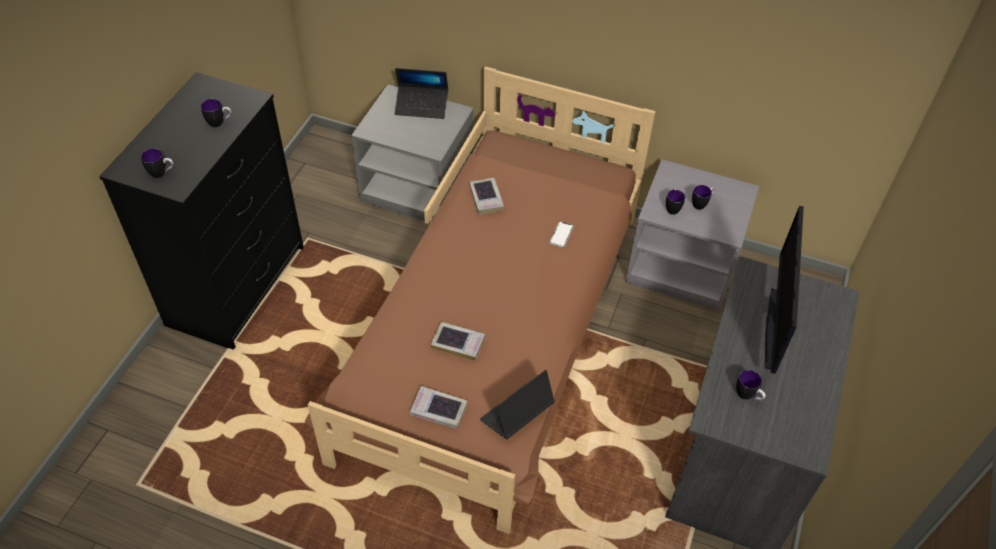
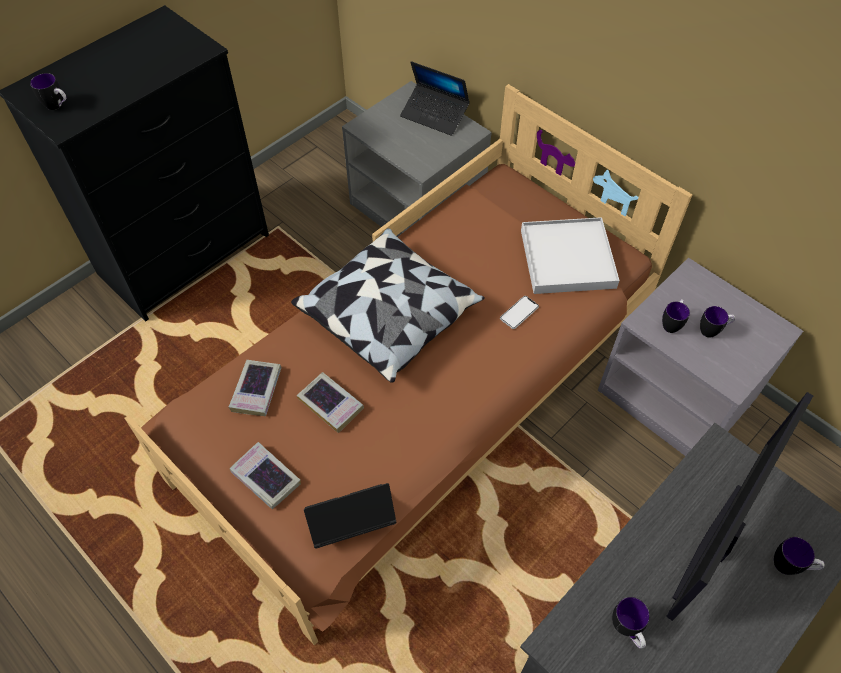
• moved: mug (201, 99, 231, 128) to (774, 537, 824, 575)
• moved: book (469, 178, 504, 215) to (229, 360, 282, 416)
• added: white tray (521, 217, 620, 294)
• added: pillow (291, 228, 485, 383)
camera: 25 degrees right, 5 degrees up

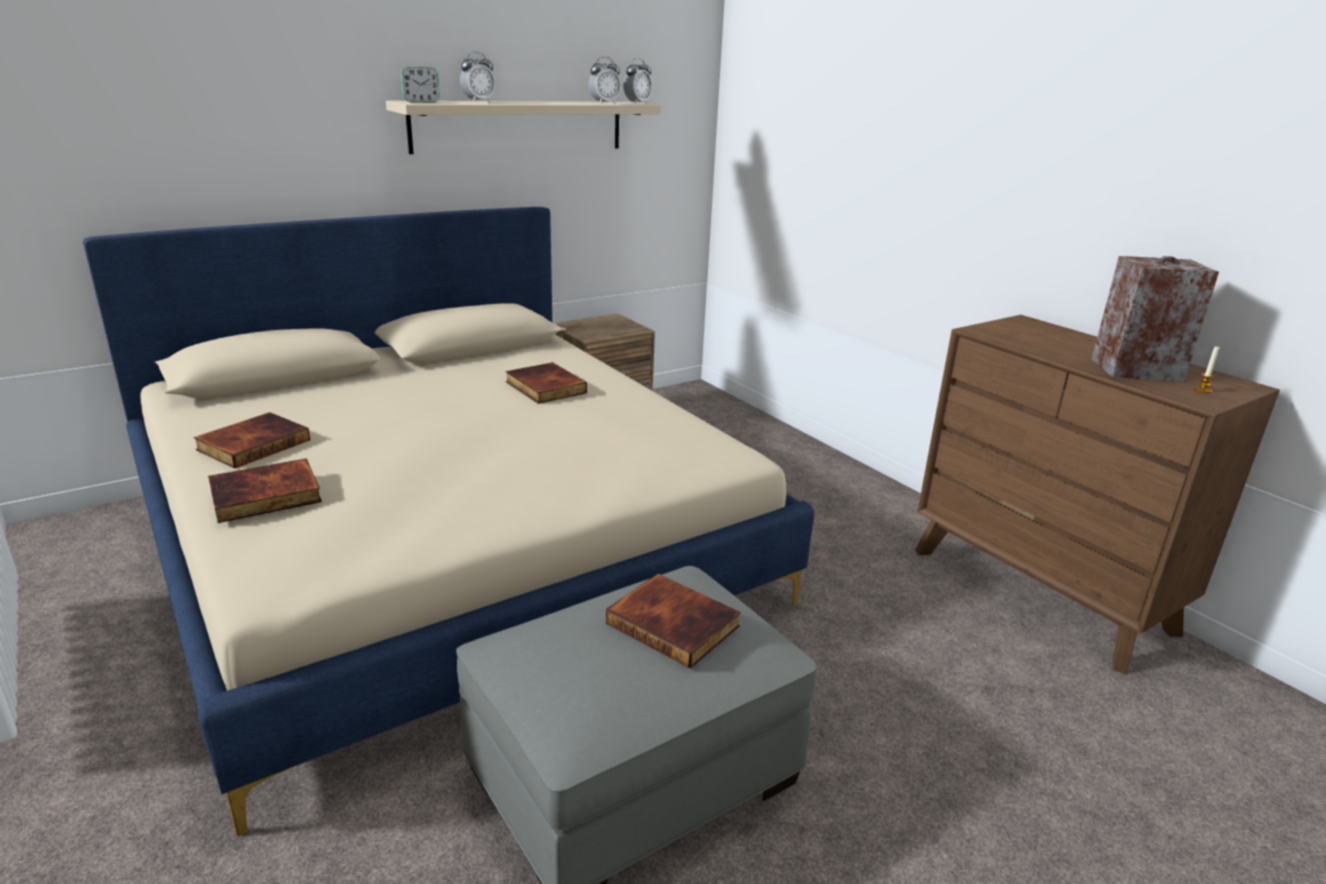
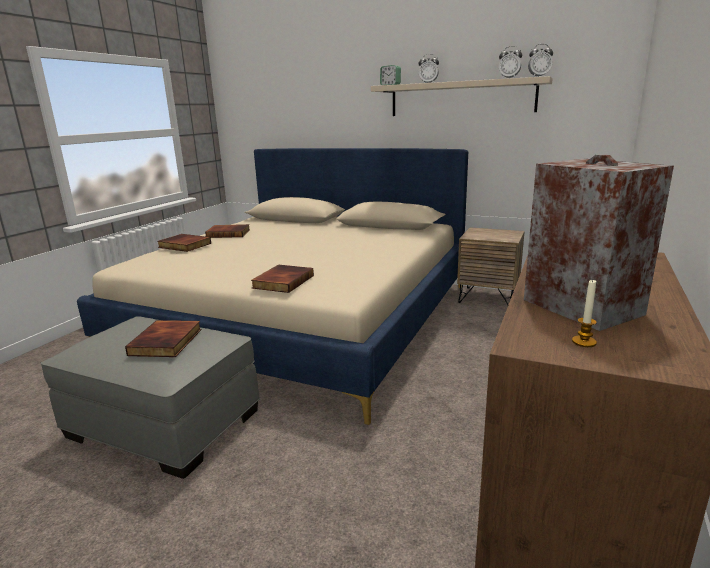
• moved: book (506, 362, 587, 404) to (251, 265, 314, 293)
camera: 60 degrees right, 5 degrees down

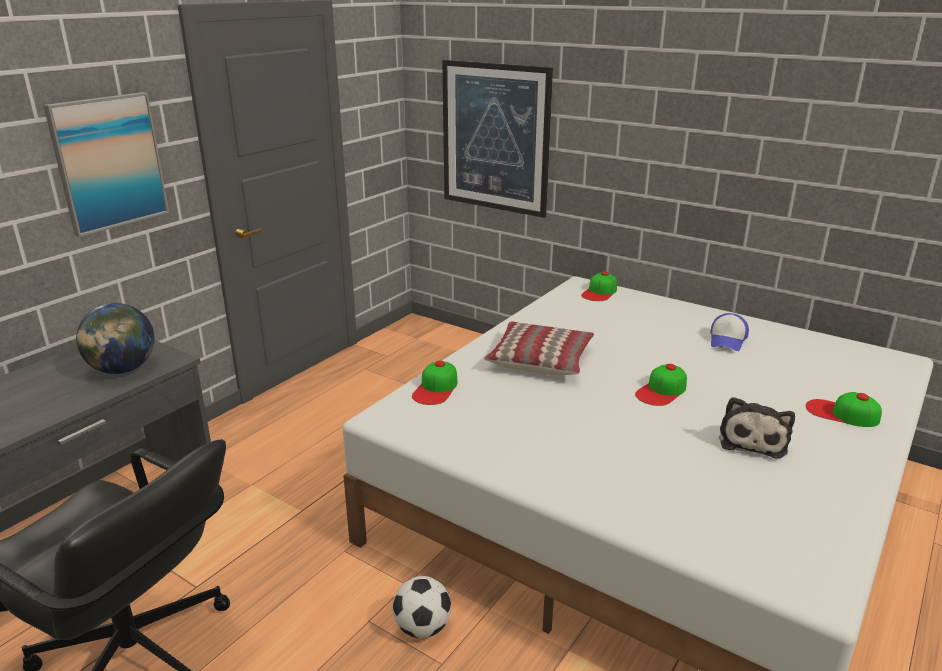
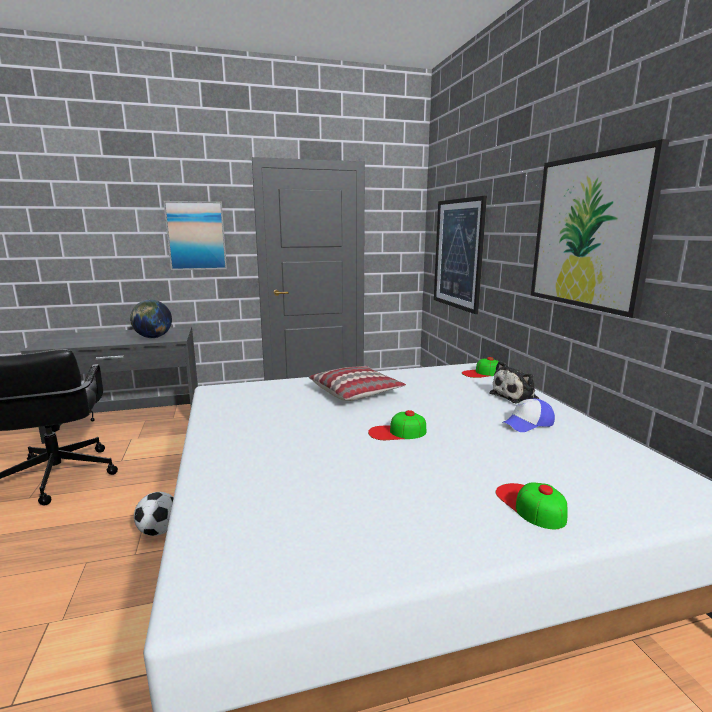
• removed: cap (412, 360, 458, 405)
• moved: plush toy (719, 397, 795, 458) to (489, 361, 539, 403)
• added: picture (531, 139, 669, 318)
camera: 40 degrees right, 10 degrees down

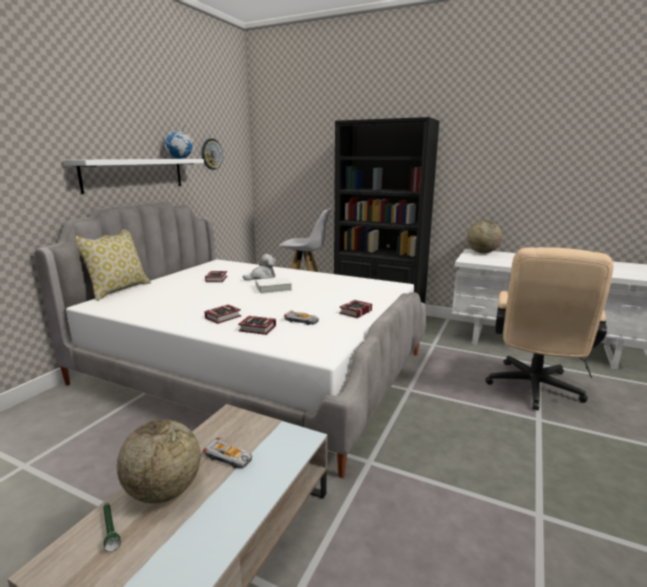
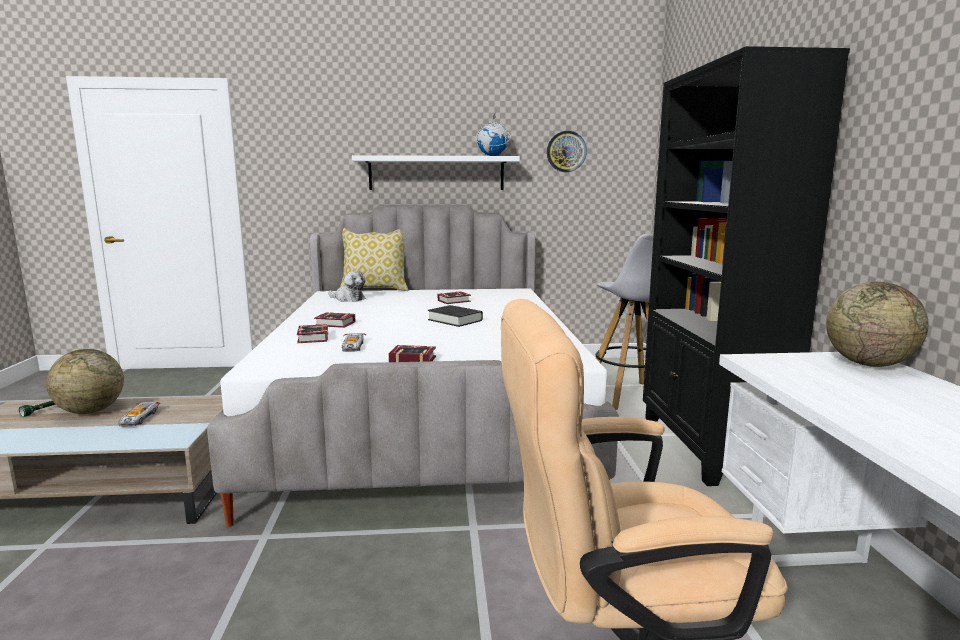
• moved: plush toy (243, 254, 276, 280) to (328, 271, 366, 302)
• recoloured: white book (255, 277, 292, 294) to black book (428, 305, 483, 327)
camera: 60 degrees right, 5 degrees down

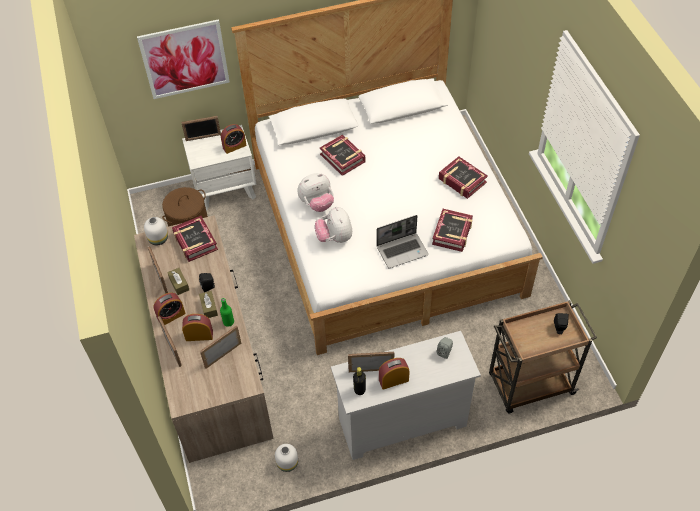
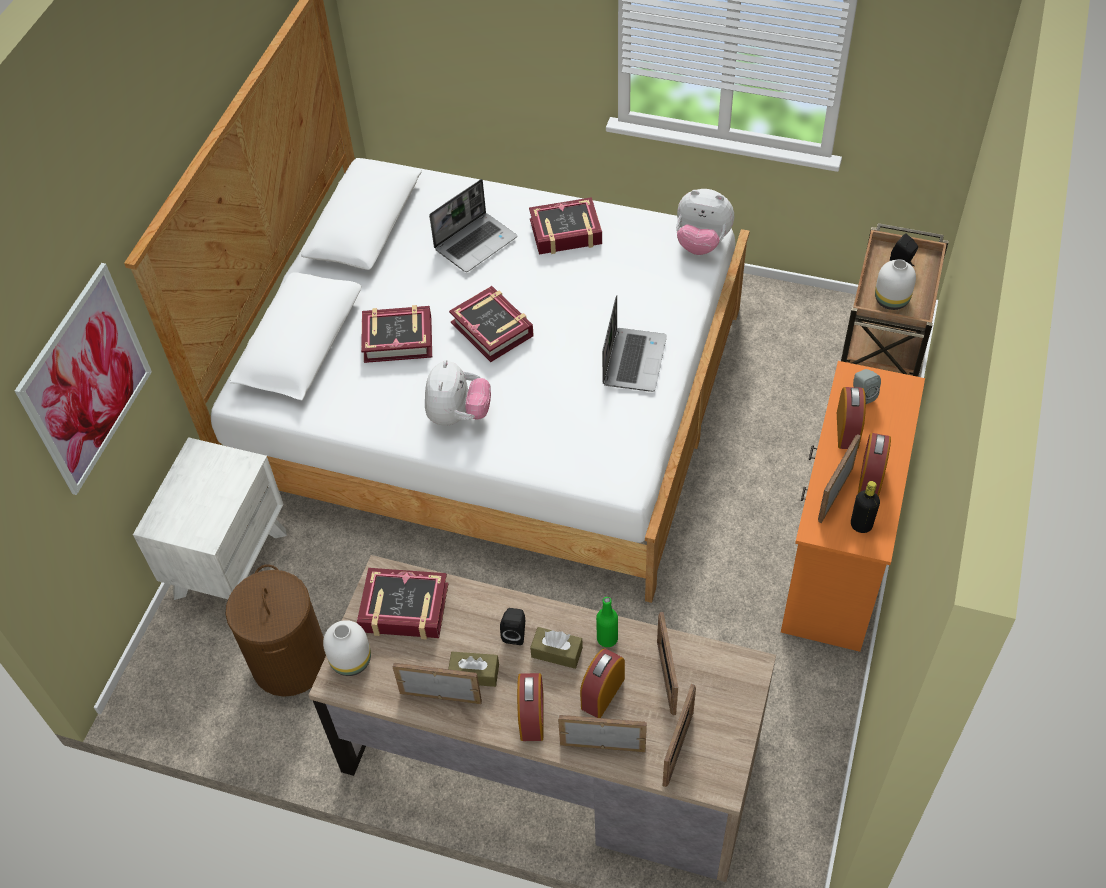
• moved: picture frame (181, 116, 221, 141) to (662, 683, 696, 787)
• moved: alarm clock (221, 124, 247, 154) to (837, 387, 866, 449)
• moved: plush toy (315, 207, 352, 243) to (676, 189, 734, 255)
• moved: book (432, 209, 473, 252) to (449, 286, 534, 362)
• recoloured: white dresser (331, 331, 481, 460) to orange dresser (781, 361, 925, 652)
• moved: white vase (275, 444, 298, 472) to (875, 259, 916, 310)
• added: laptop (429, 179, 517, 272)
camera: 55 degrees left, 0 degrees up

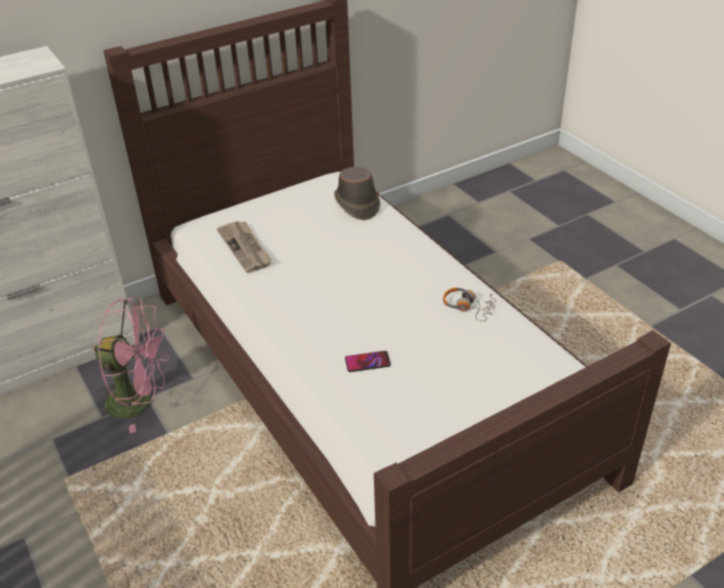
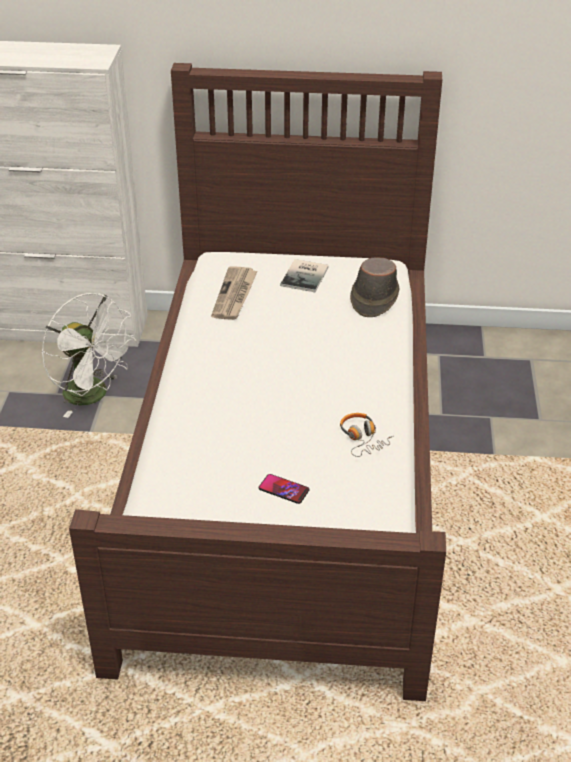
• recoloured: pink fan (94, 298, 169, 433) to white fan (41, 293, 137, 418)
• moved: phone (345, 351, 391, 372) to (259, 474, 309, 504)
• added: book (280, 259, 328, 292)
camera: 35 degrees right, 0 degrees up

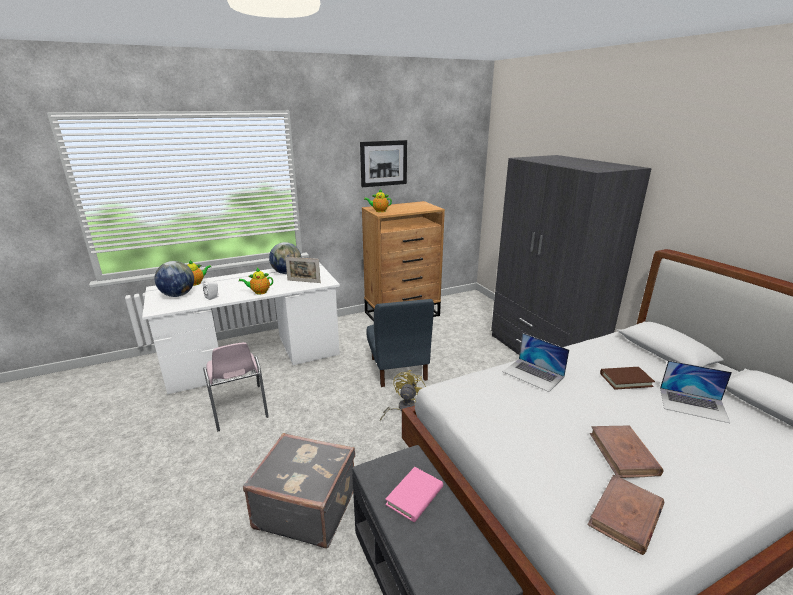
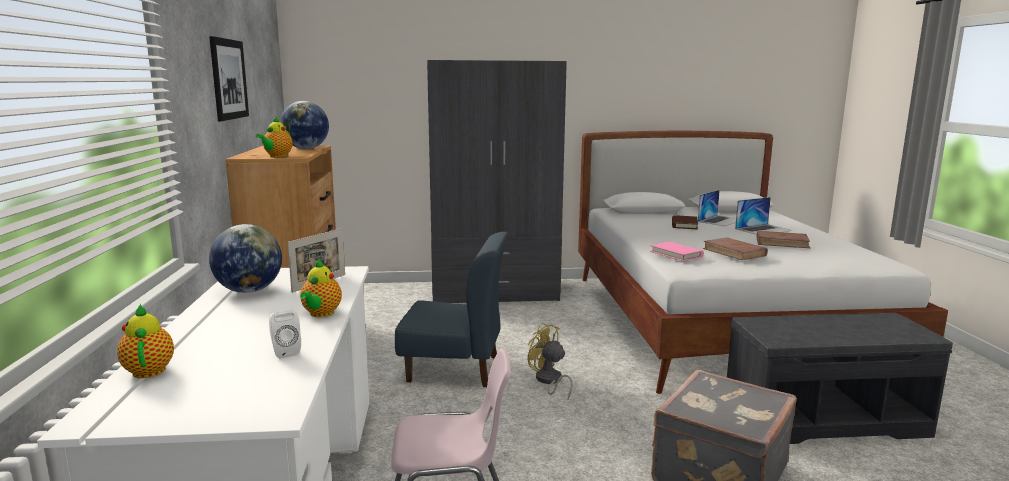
• moved: globe (155, 261, 194, 297) to (280, 101, 329, 149)
• moved: laptop (503, 333, 569, 392) to (735, 197, 792, 235)
• moved: pink book (385, 467, 443, 522) to (650, 242, 704, 261)
• moved: brown book (587, 474, 664, 555) to (703, 237, 768, 260)
camera: 70 degrees left, 10 degrees down

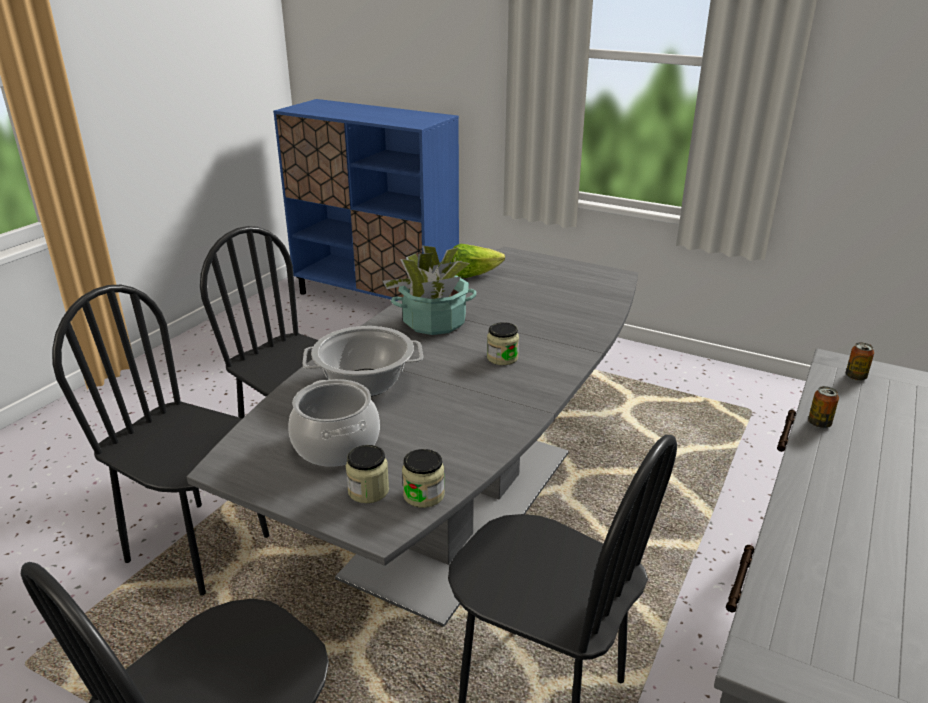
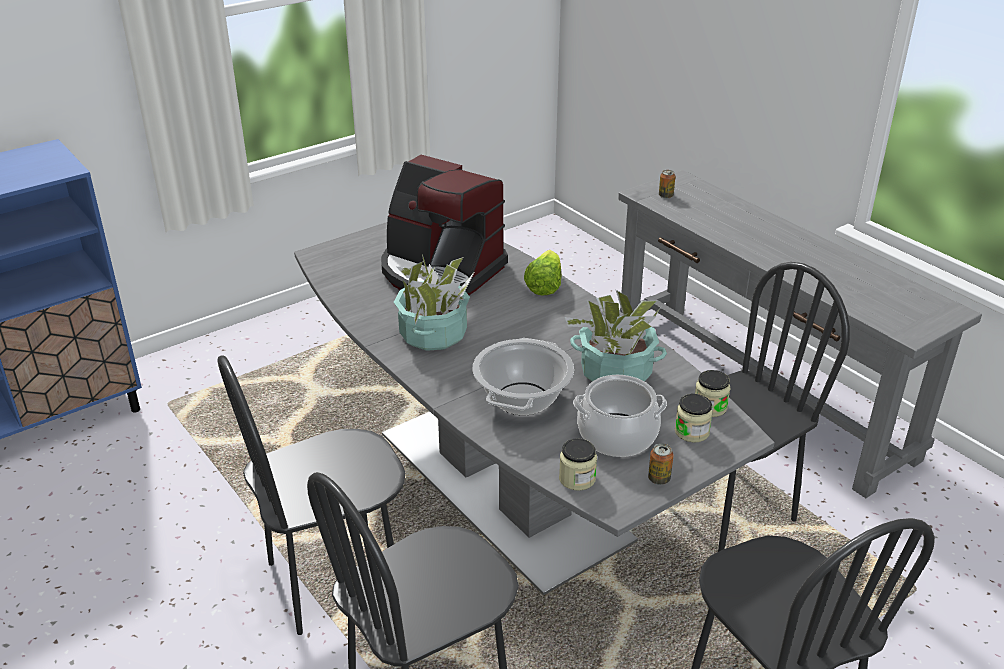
• moved: lettuce (451, 244, 505, 278) to (524, 250, 562, 296)
• moved: jar (487, 322, 519, 365) to (559, 438, 597, 491)
• moved: can (808, 386, 839, 428) to (648, 443, 674, 485)
• added: coffee machine (381, 155, 508, 295)
• added: potted plant (565, 290, 667, 381)
camera: 65 degrees left, 5 degrees up

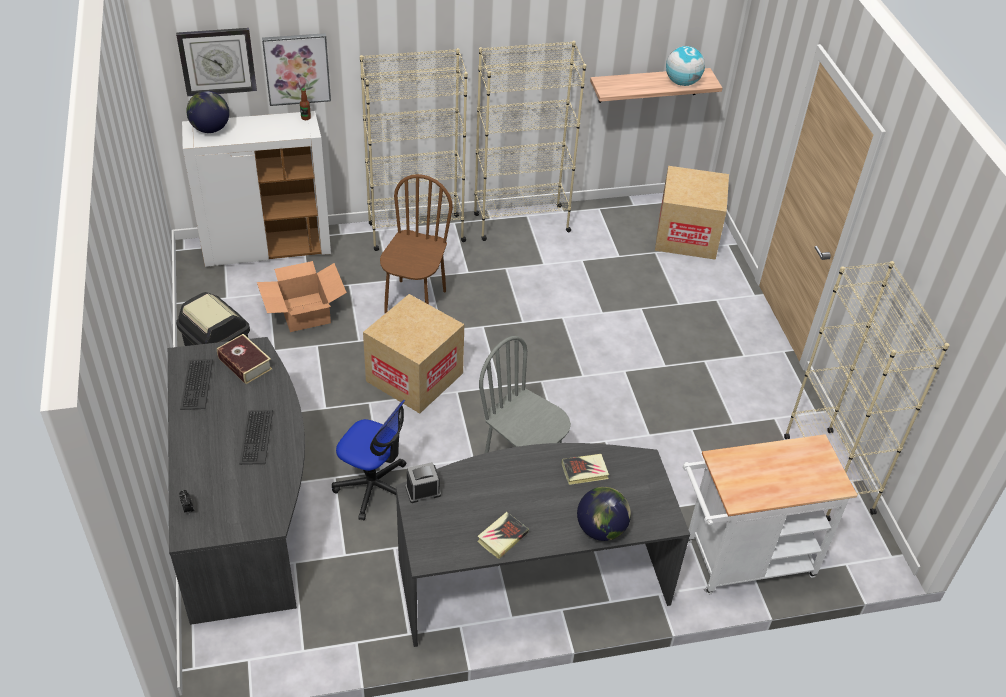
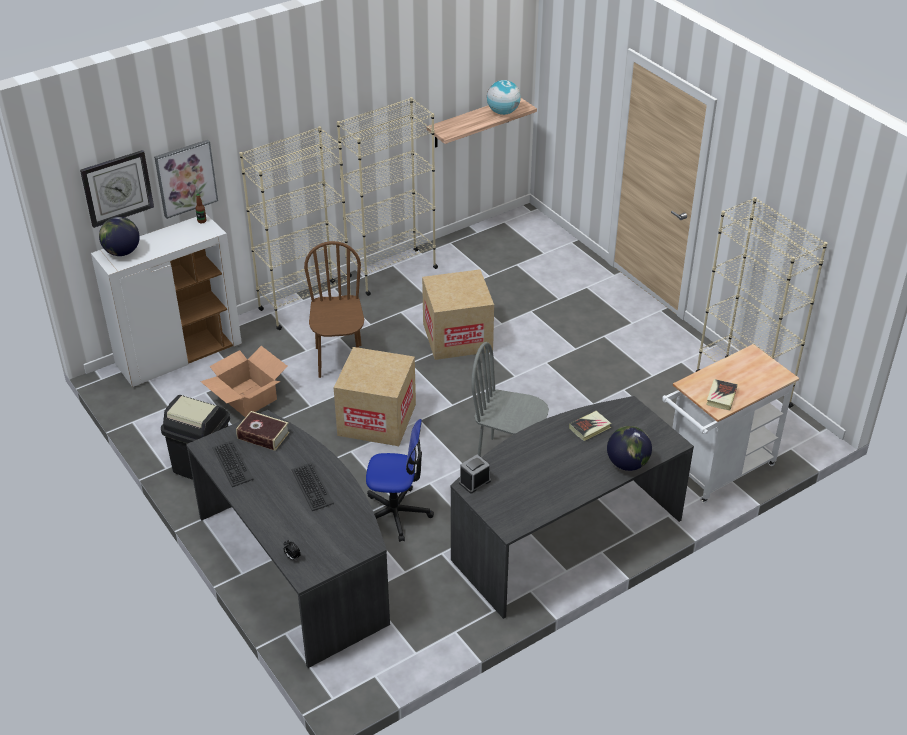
• moved: cardboard box (655, 166, 729, 260) to (422, 269, 494, 360)
• moved: book (477, 512, 529, 559) to (706, 379, 738, 410)
camera: 20 degrees left, 5 degrees down

